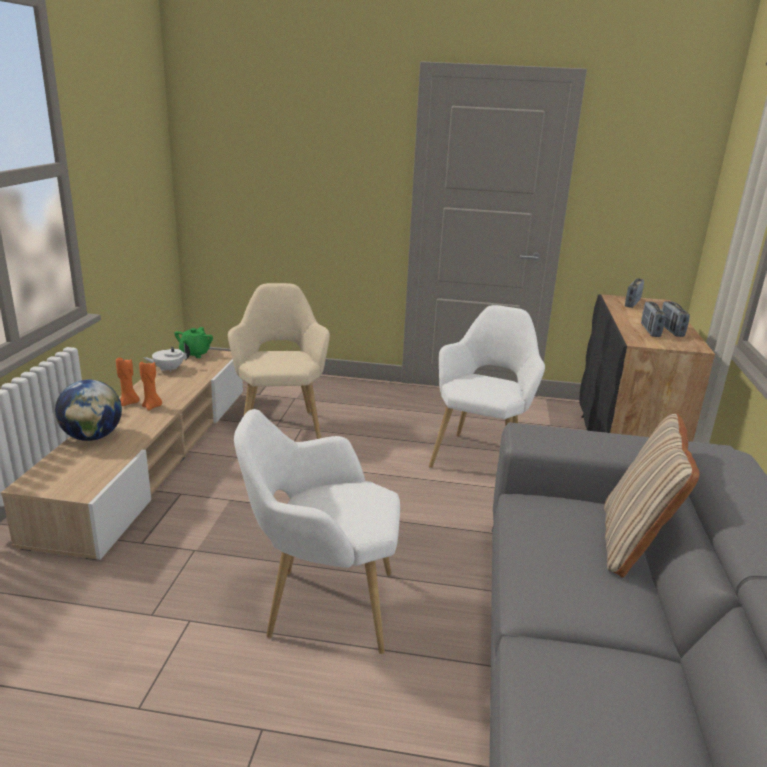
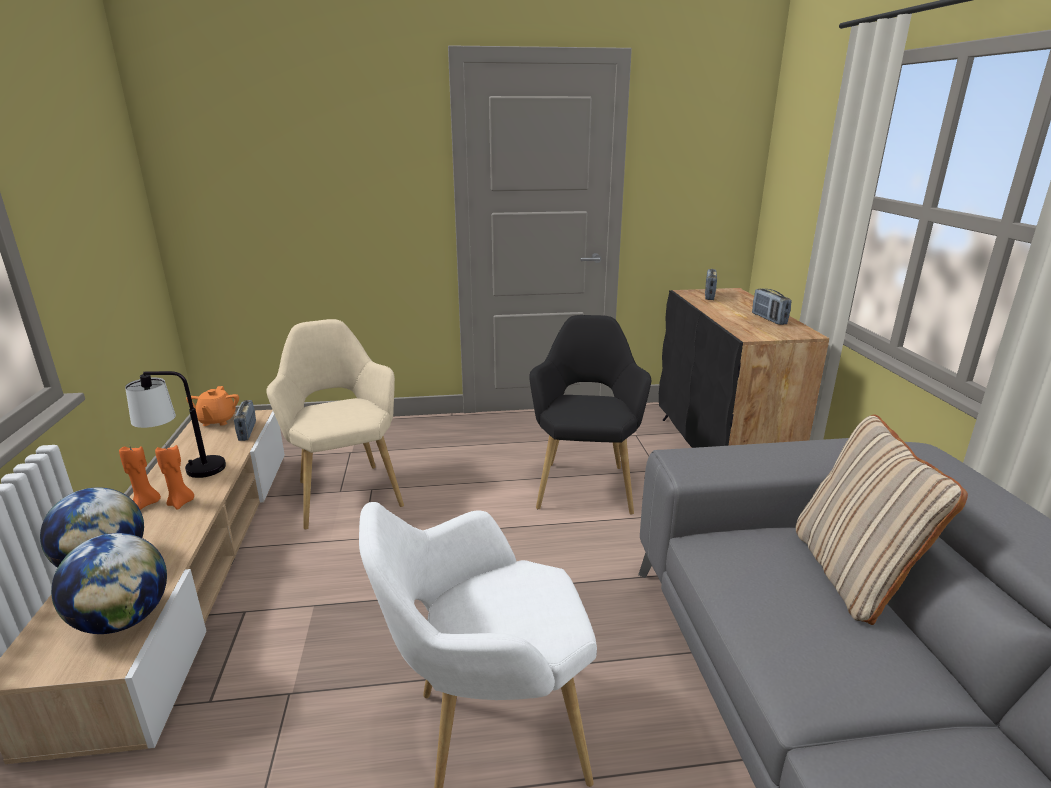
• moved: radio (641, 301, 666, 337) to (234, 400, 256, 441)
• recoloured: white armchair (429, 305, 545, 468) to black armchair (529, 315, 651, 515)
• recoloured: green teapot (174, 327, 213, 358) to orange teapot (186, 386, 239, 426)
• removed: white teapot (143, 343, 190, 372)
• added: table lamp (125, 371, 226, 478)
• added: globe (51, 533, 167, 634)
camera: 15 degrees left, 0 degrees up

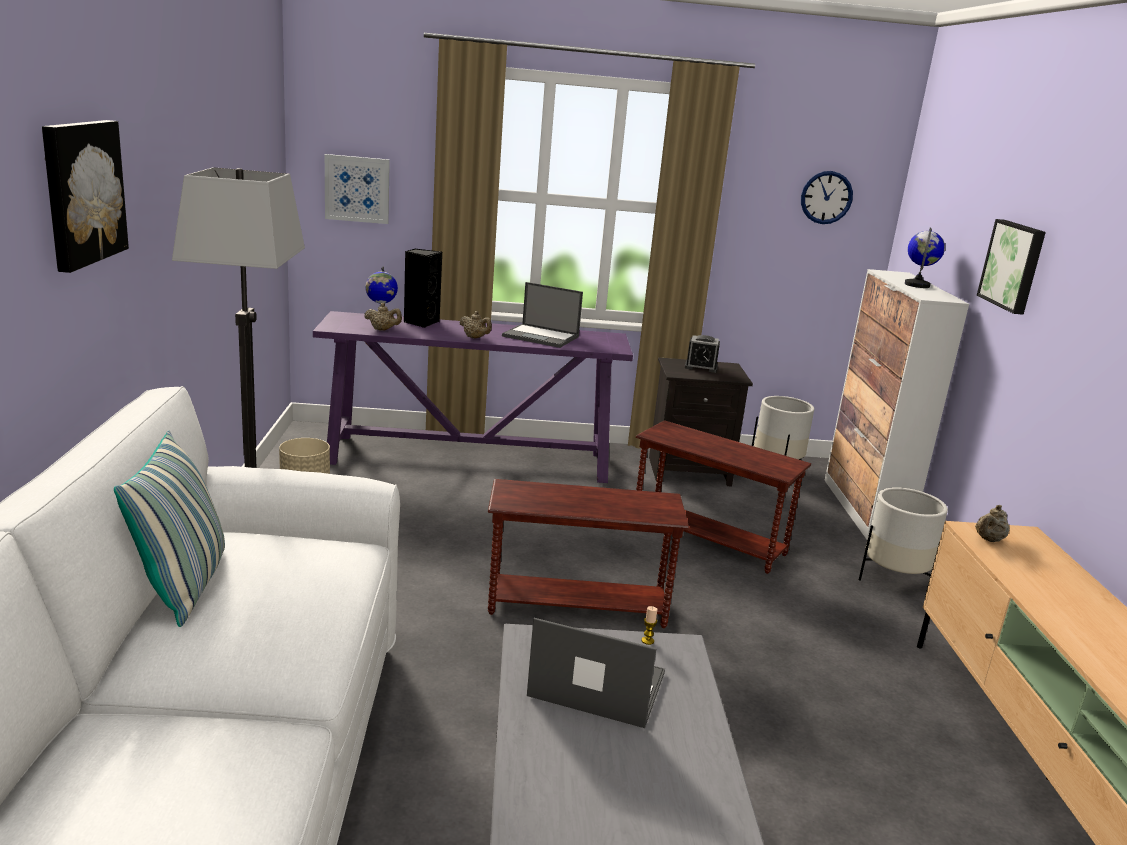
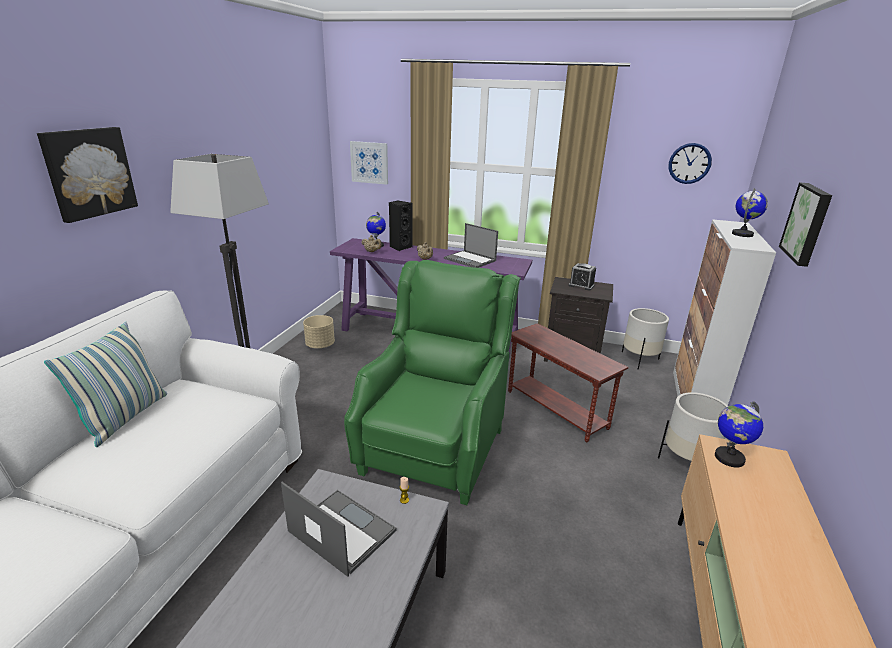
• replaced: brown side table (488, 479, 689, 628) to green armchair (344, 260, 521, 505)
• replaced: beige teapot (975, 505, 1010, 542) to globe (715, 401, 763, 468)
camera: 20 degrees right, 5 degrees up

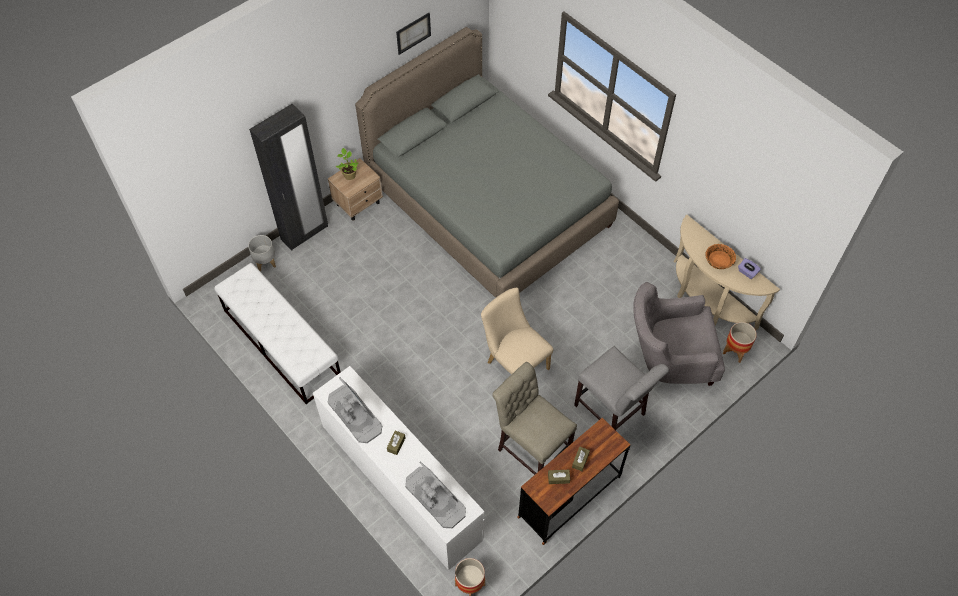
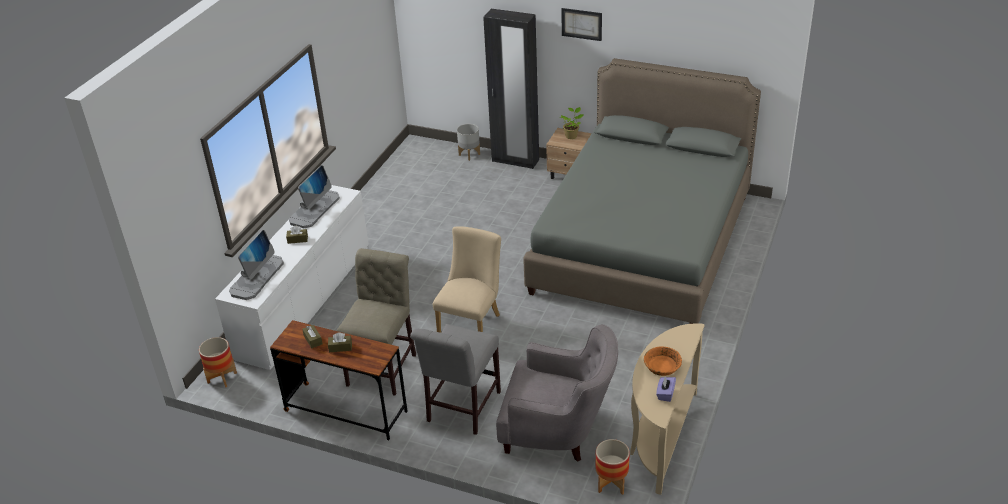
• moved: picture (396, 13, 431, 55) to (561, 8, 602, 41)
• removed: white bench (214, 263, 341, 404)
• turned: grey armchair (633, 282, 725, 386) = (496, 324, 618, 462) 135 degrees clockwise
camera: 65 degrees right, 20 degrees down

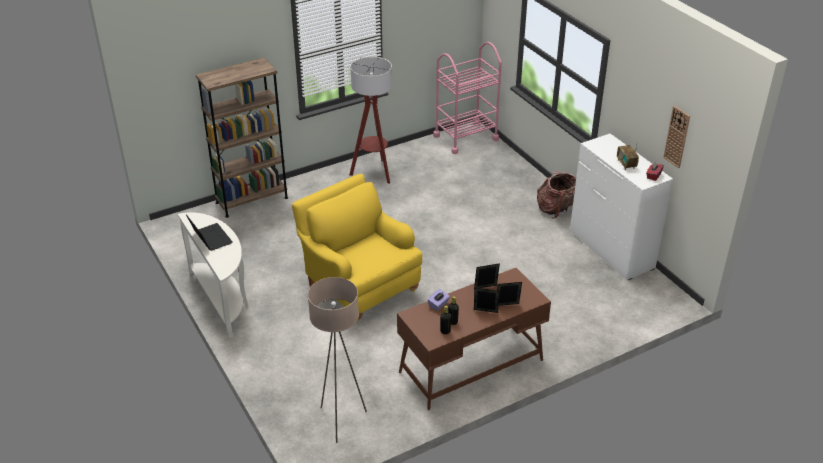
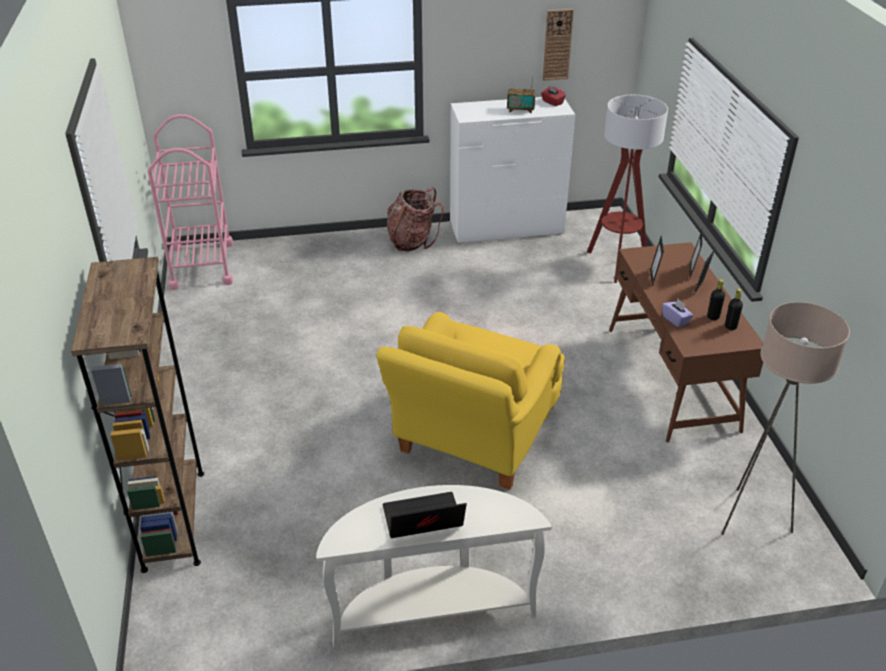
• moved: floor lamp (349, 57, 392, 184) to (587, 95, 668, 283)
• turned: yellow armchair (292, 174, 422, 322) = (376, 312, 565, 490) 45 degrees counterclockwise
camera: 70 degrees left, 0 degrees up

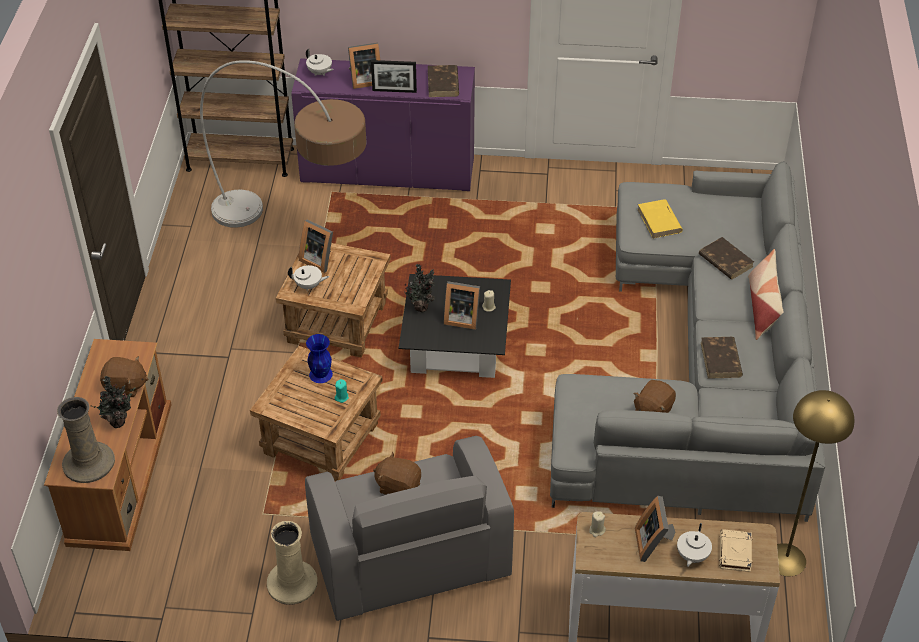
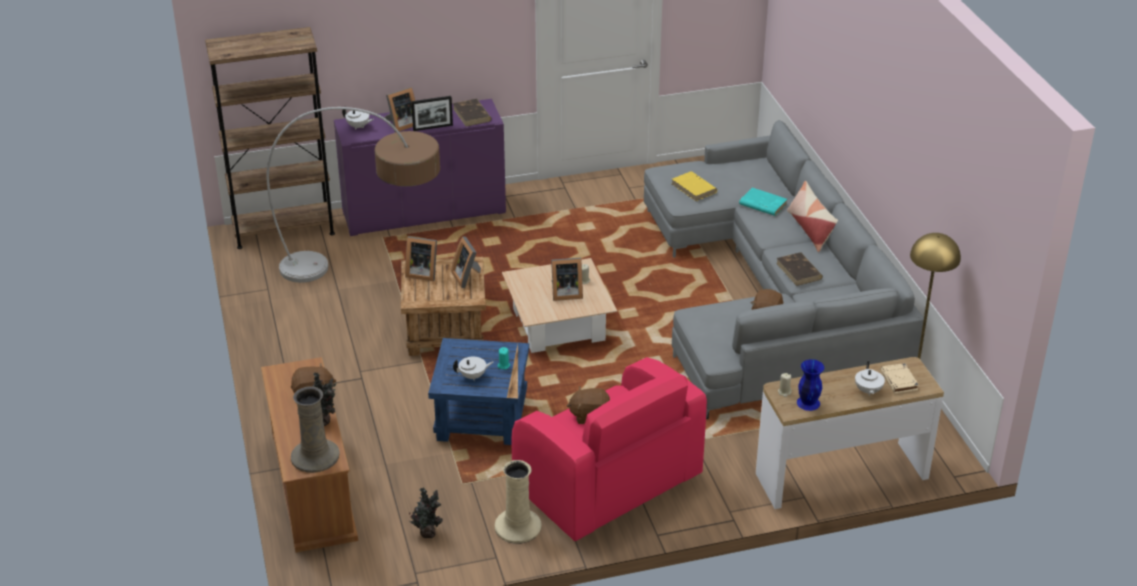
• recoloured: brown book (699, 237, 754, 280) to turquoise book (739, 188, 787, 216)
• moved: potted plant (404, 264, 434, 313) to (409, 487, 443, 538)
• moved: white teapot (288, 265, 330, 291) to (453, 357, 494, 380)
• recoloured: black coffee table (399, 274, 511, 378) to beige coffee table (502, 258, 617, 353)
• moved: blue vase (306, 334, 333, 383) to (797, 359, 824, 411)
• recoloured: brown side table (250, 346, 383, 481) to blue side table (428, 338, 529, 445)
• recoloured: grey armchair (305, 436, 514, 621) to pink armchair (511, 357, 707, 541)
• moved: picture frame (635, 496, 675, 562) to (451, 237, 481, 288)
camera: 20 degrees left, 10 degrees down

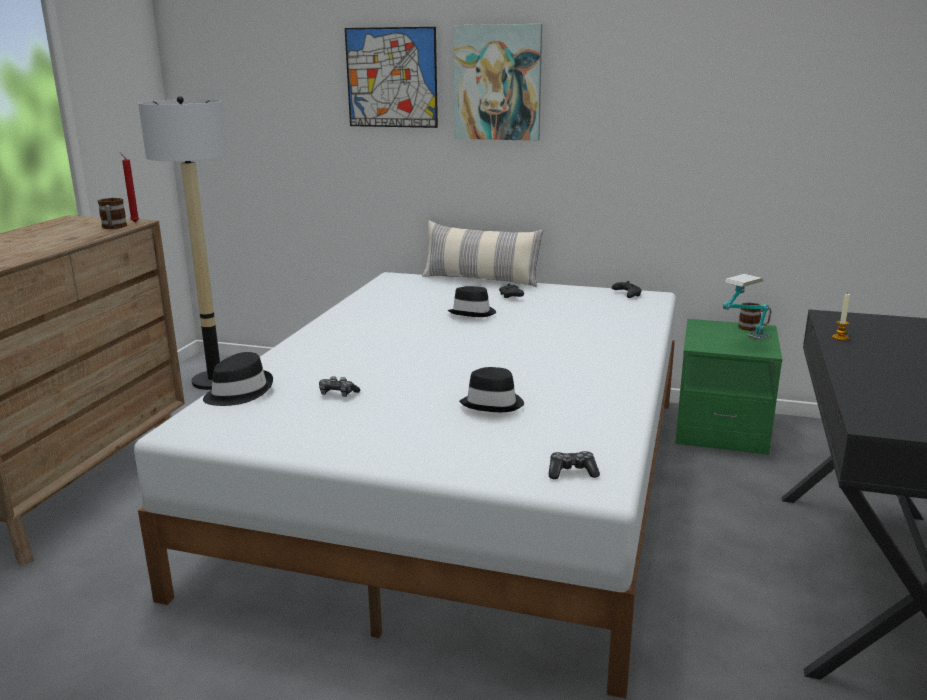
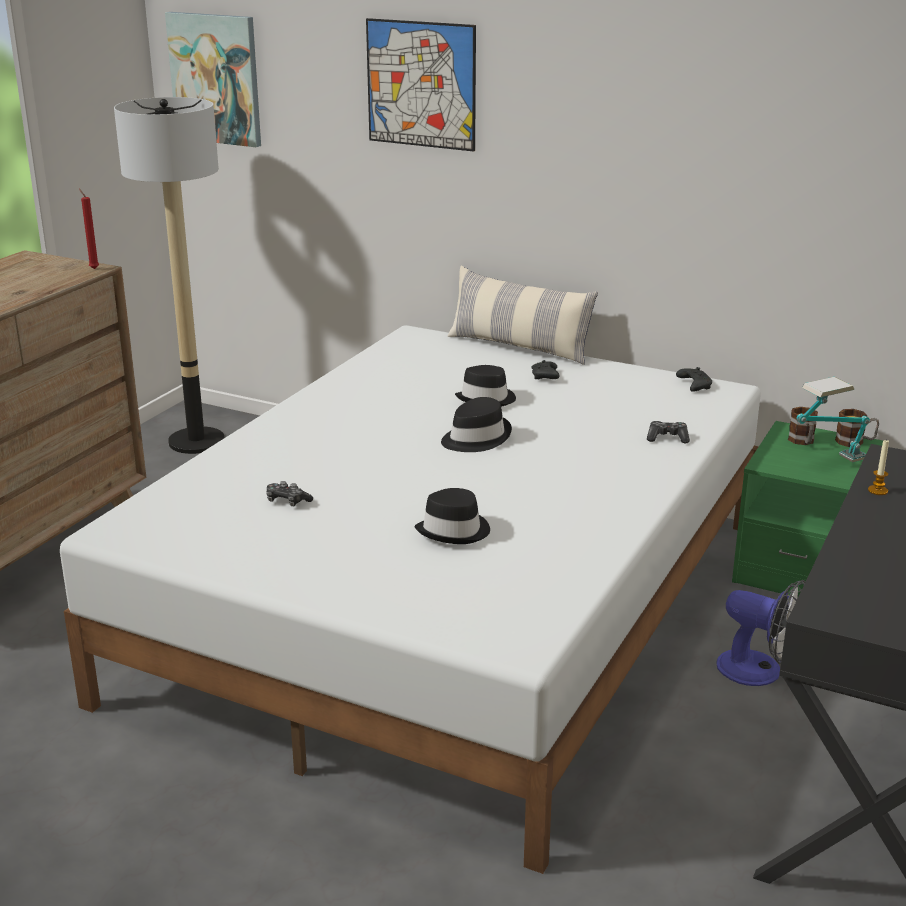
• moved: picture (453, 24, 542, 141) to (165, 12, 261, 147)
• moved: mug (97, 198, 127, 229) to (788, 407, 818, 445)
• moved: black hat (203, 352, 273, 406) to (441, 397, 512, 452)
• moved: game controller (549, 451, 600, 479) to (647, 421, 690, 443)
• added: fan (716, 580, 806, 686)
camera: 10 degrees right, 5 degrees up

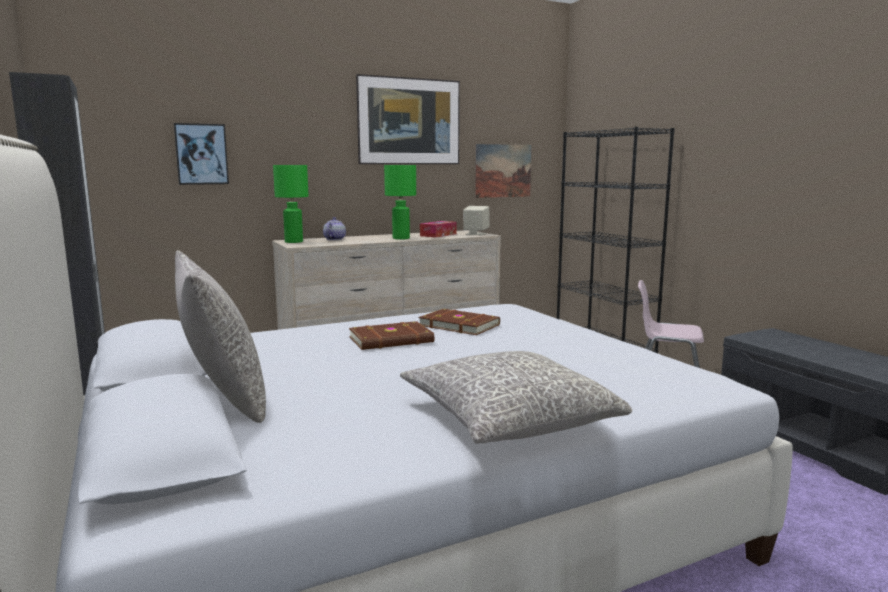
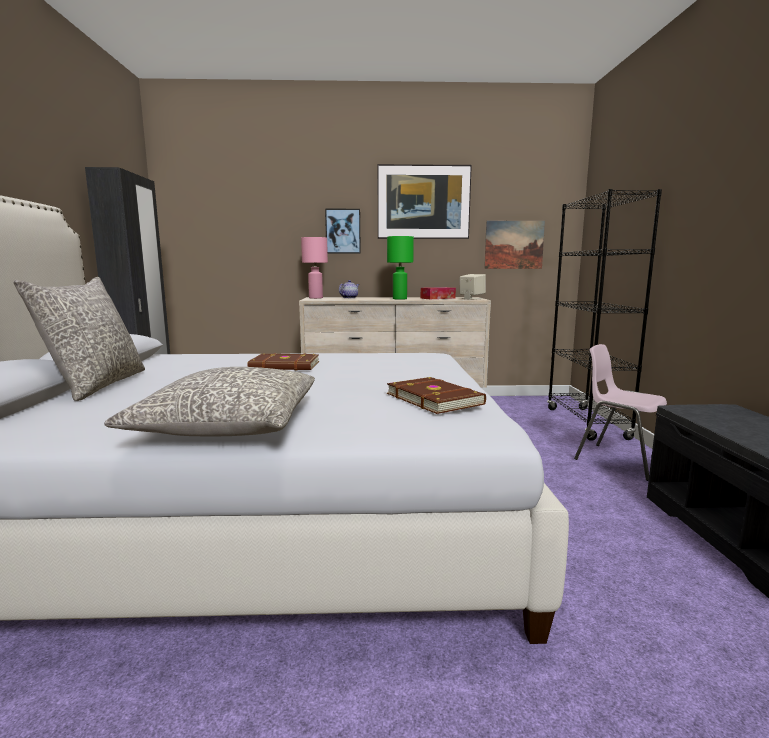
• moved: picture (174, 123, 229, 185) to (325, 209, 361, 254)
• recoloured: green table lamp (273, 165, 309, 243) to pink table lamp (301, 237, 328, 299)
• moved: brown book (418, 309, 500, 335) to (387, 377, 486, 414)
camera: 25 degrees right, 0 degrees up

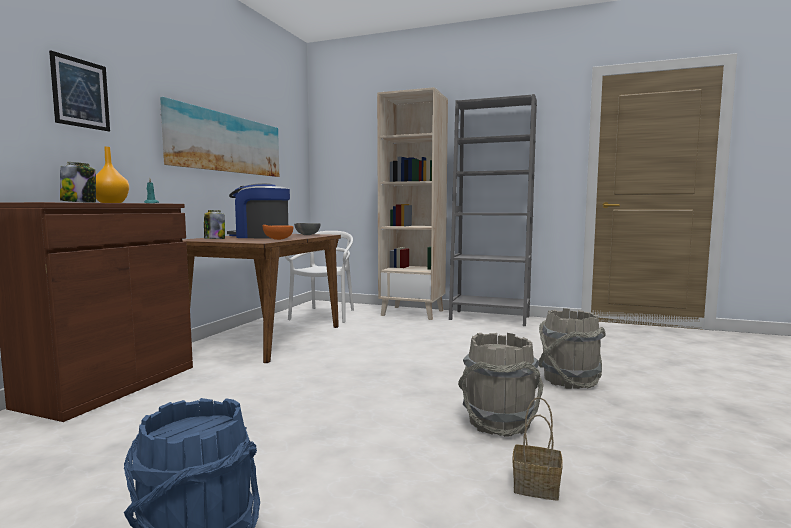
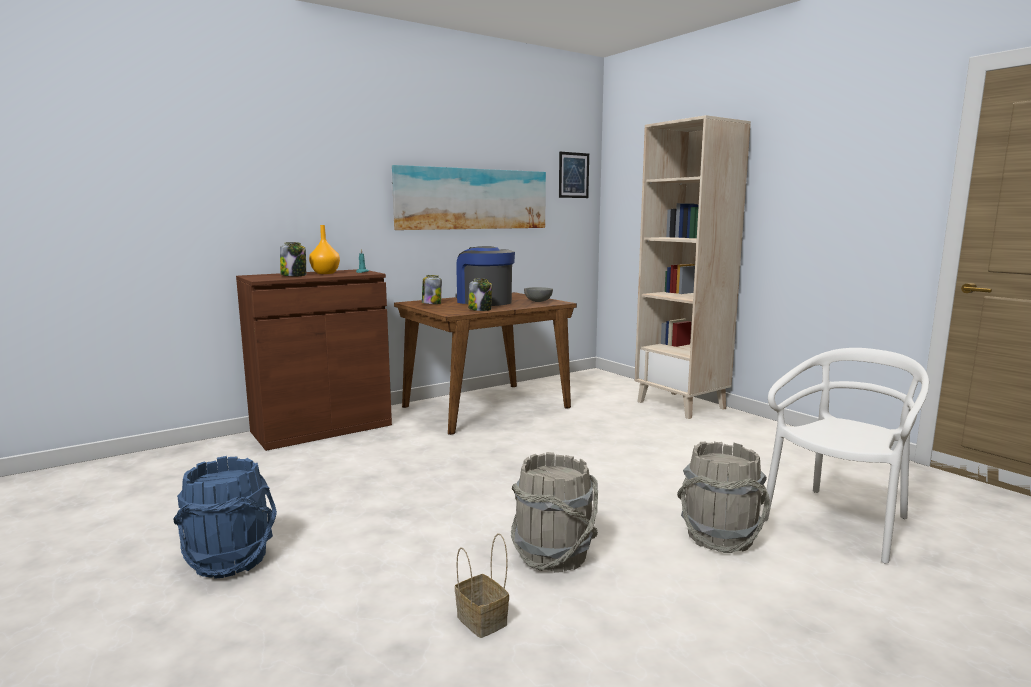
• moved: picture (49, 50, 110, 131) to (559, 152, 589, 198)
• removed: grey bookcase (449, 94, 537, 326)
• replaced: orange bowl (263, 225, 293, 240) to jar (468, 278, 492, 311)
• moved: white chair (285, 231, 354, 323) to (762, 348, 929, 564)
camera: 35 degrees right, 5 degrees up

